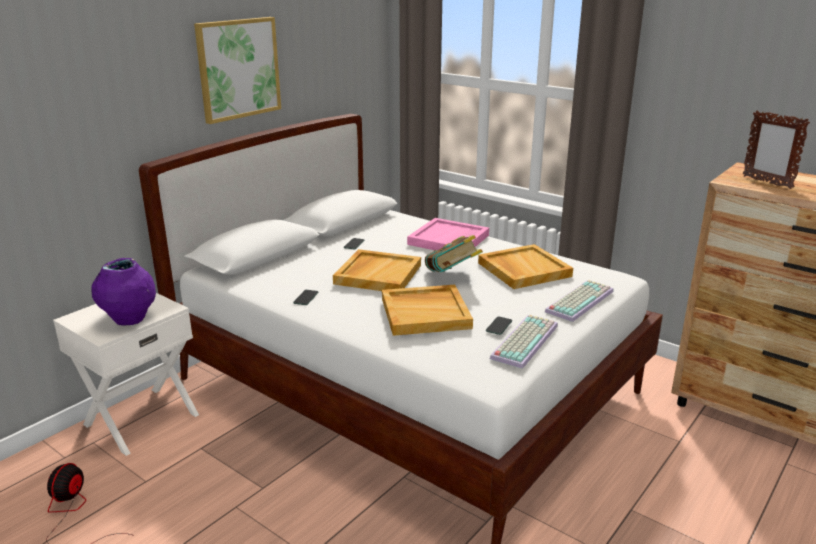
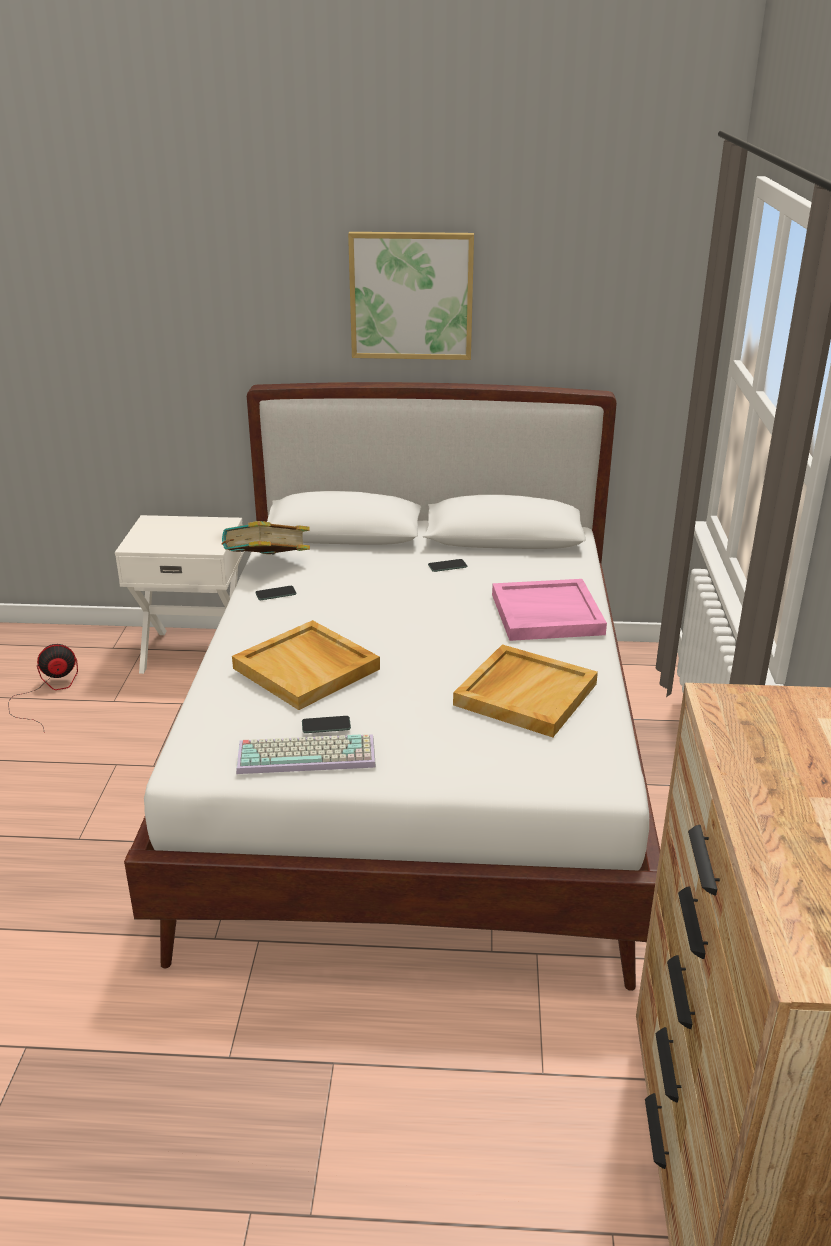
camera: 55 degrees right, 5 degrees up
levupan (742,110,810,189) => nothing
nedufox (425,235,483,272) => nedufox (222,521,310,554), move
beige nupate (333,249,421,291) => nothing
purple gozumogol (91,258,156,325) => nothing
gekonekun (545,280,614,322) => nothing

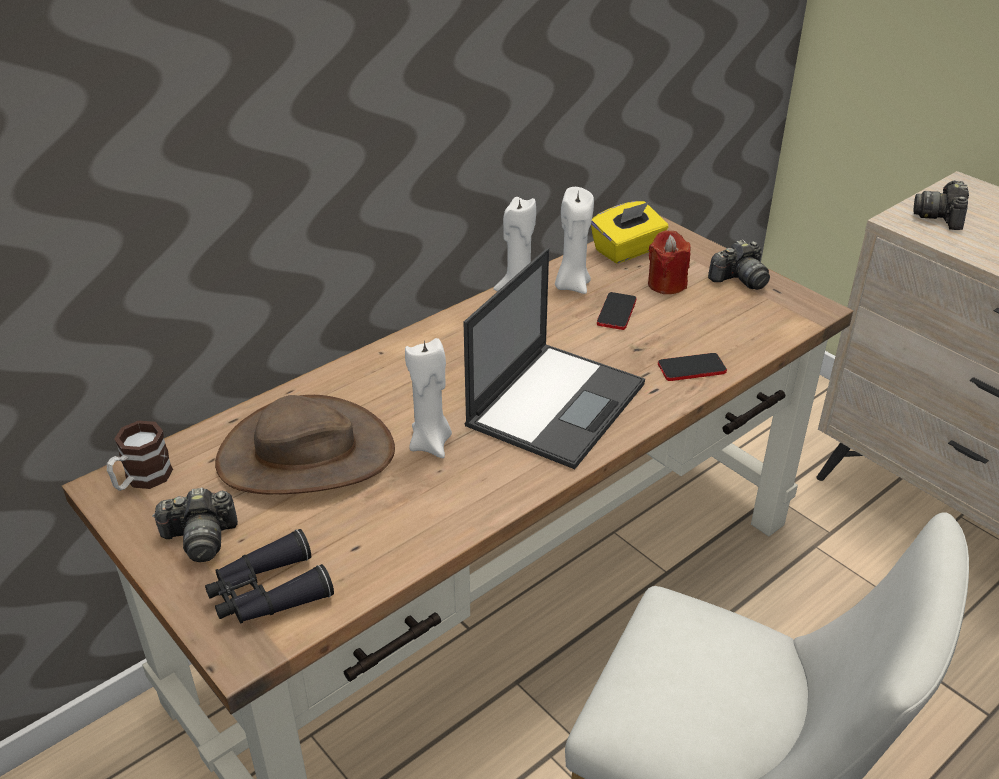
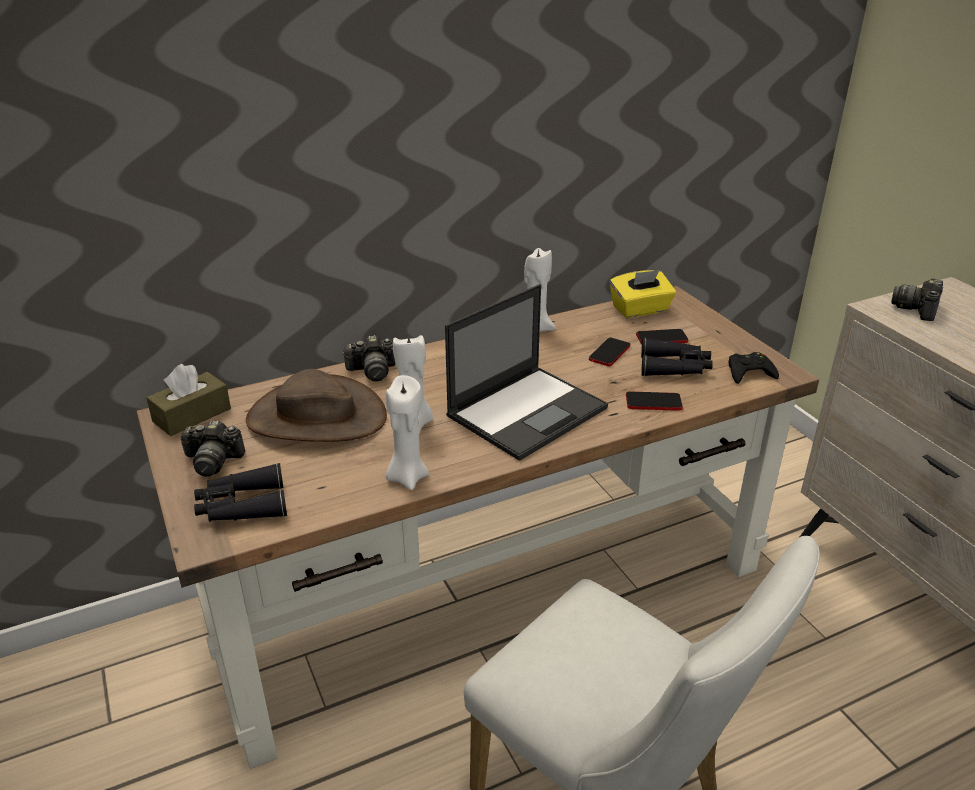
camera: 15 degrees right, 5 degrees down
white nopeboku (555,187,594,294) => white nopeboku (386,375,429,490), move
red nopeboku (648,230,690,294) => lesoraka (636,329,688,345)
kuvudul (708,240,770,290) => kuvudul (342,335,395,381), move
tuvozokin (107,420,173,491) => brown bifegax (146,364,231,436)
nothing => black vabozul (641,337,713,376)
nothing => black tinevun (729,352,779,384)

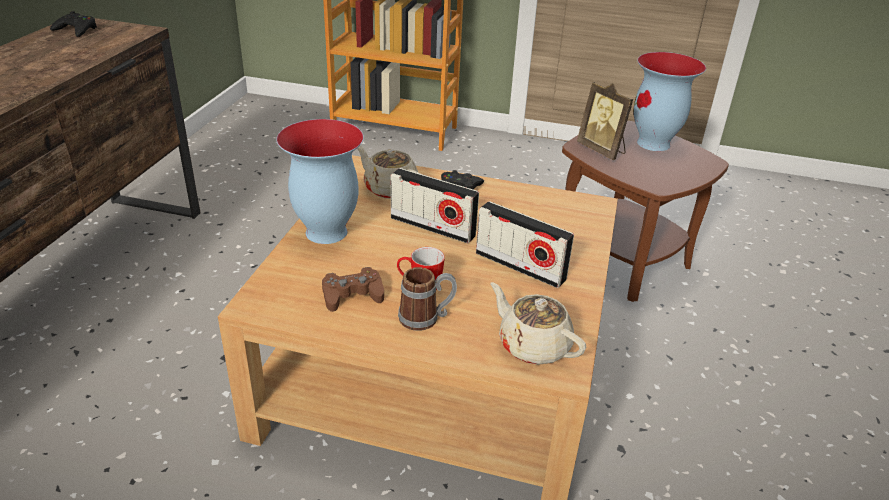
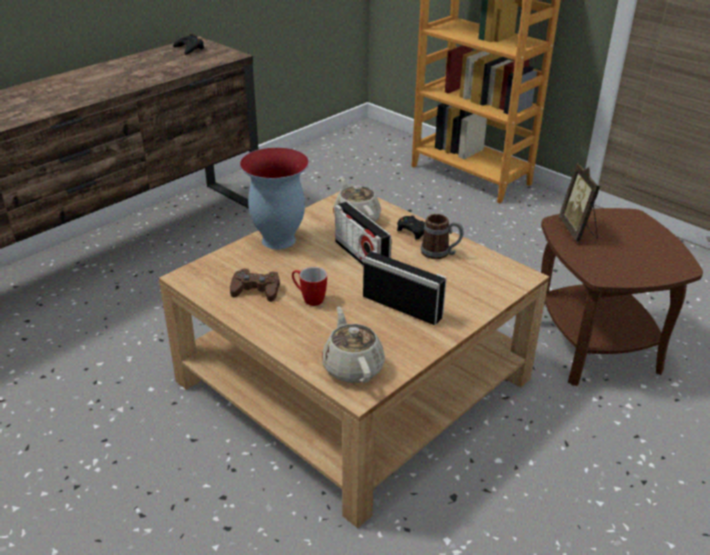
camera: 30 degrees right, 0 degrees up
gozumogol (633,52,706,151) => nothing
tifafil (476,201,574,288) => tifafil (363,250,447,325), 150 degrees clockwise
tuvozokin (398,267,457,331) => tuvozokin (421,214,464,259), move

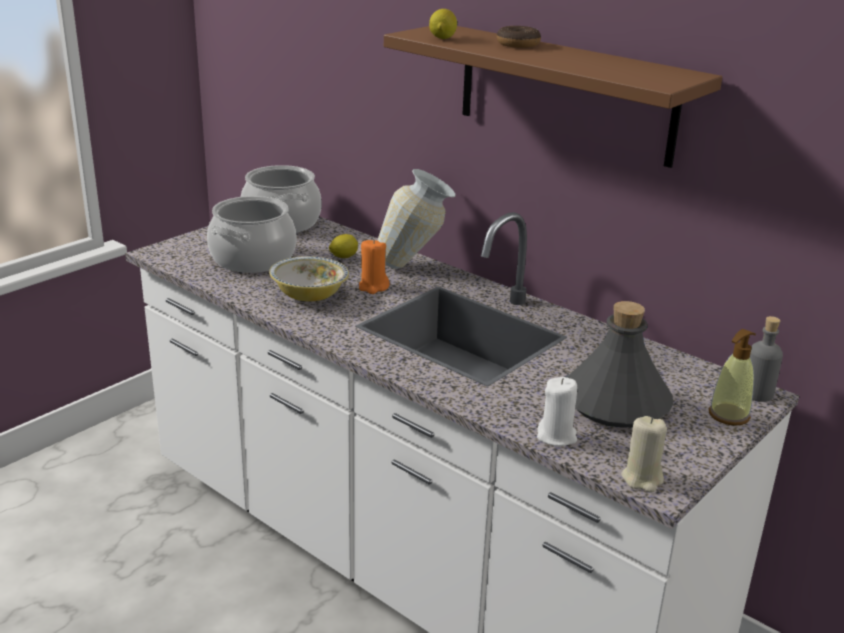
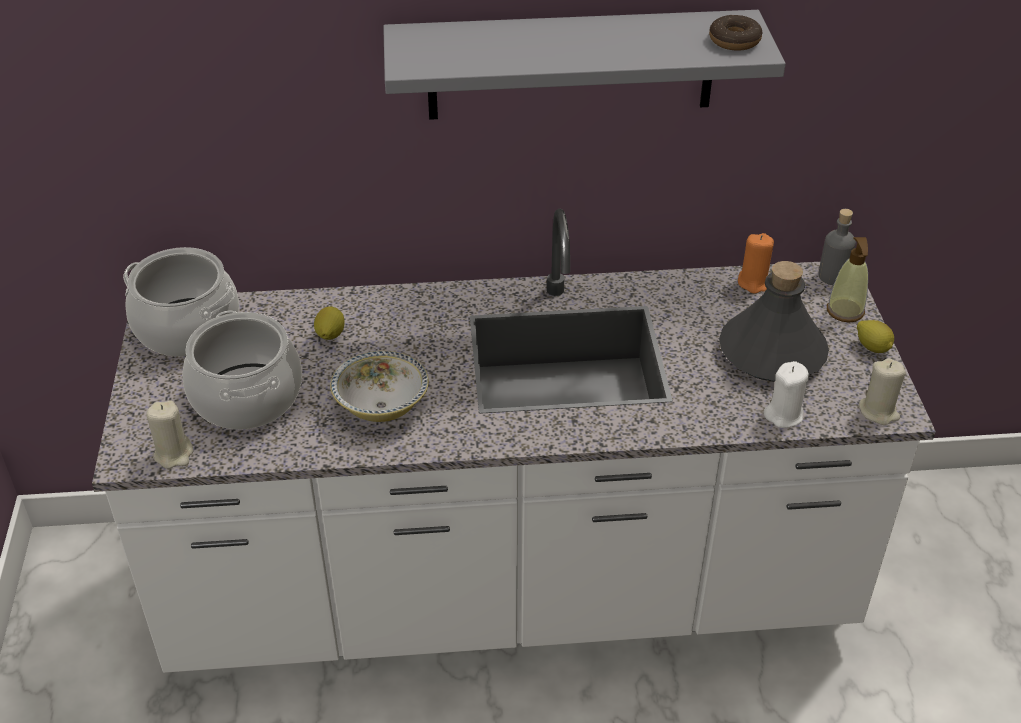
camera: 45 degrees left, 15 degrees up
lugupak (429,9,457,39) => lugupak (857,320,894,353), move
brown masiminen (384,26,722,168) => grey masiminen (383,10,786,120)
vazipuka (497,26,541,48) => vazipuka (709,14,762,51), move
gozumogol (377,169,456,269) => nothing
orange nopeboku (359,239,389,294) => orange nopeboku (738,233,774,293), move
nothing => beige nopeboku (146,400,193,469)

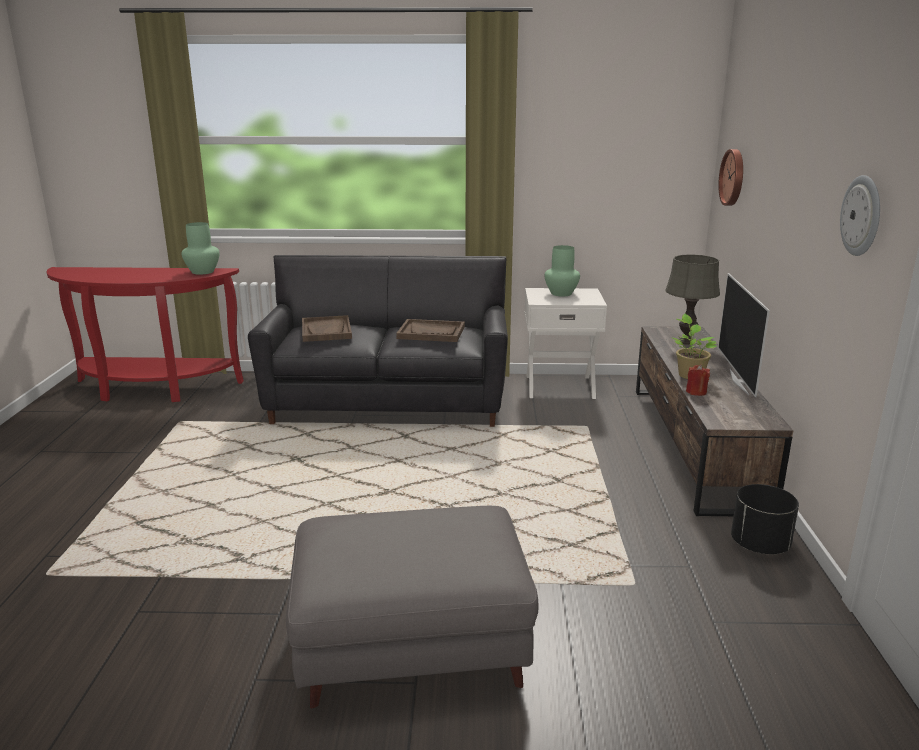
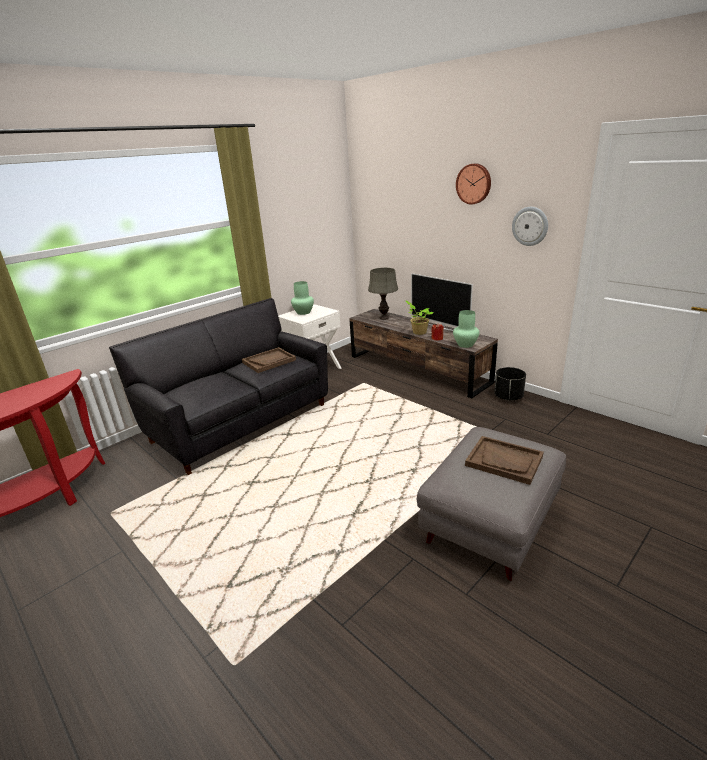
camera: 45 degrees left, 5 degrees up
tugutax (718,149,743,206) => tugutax (456,163,491,204), move
green gozumogol (182,222,220,275) => green gozumogol (453,310,480,348), move
brown nupate (302,315,352,342) => brown nupate (465,436,544,485), move

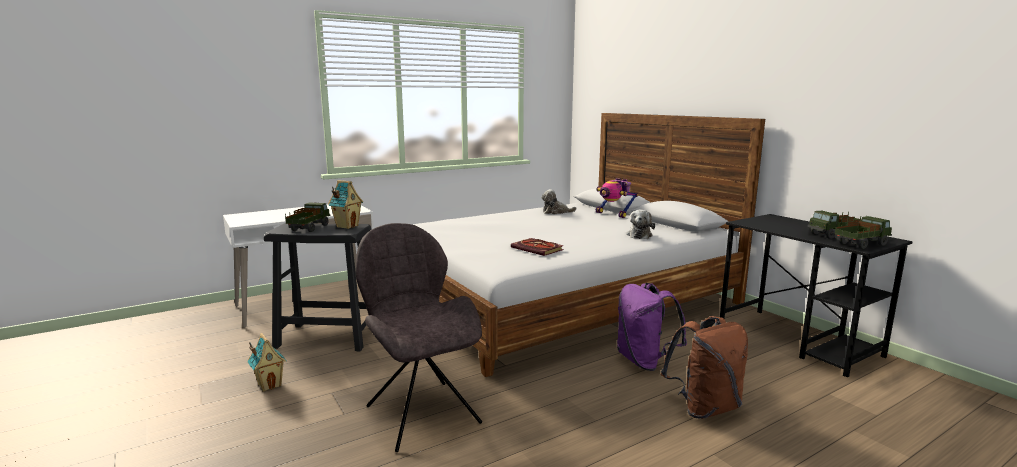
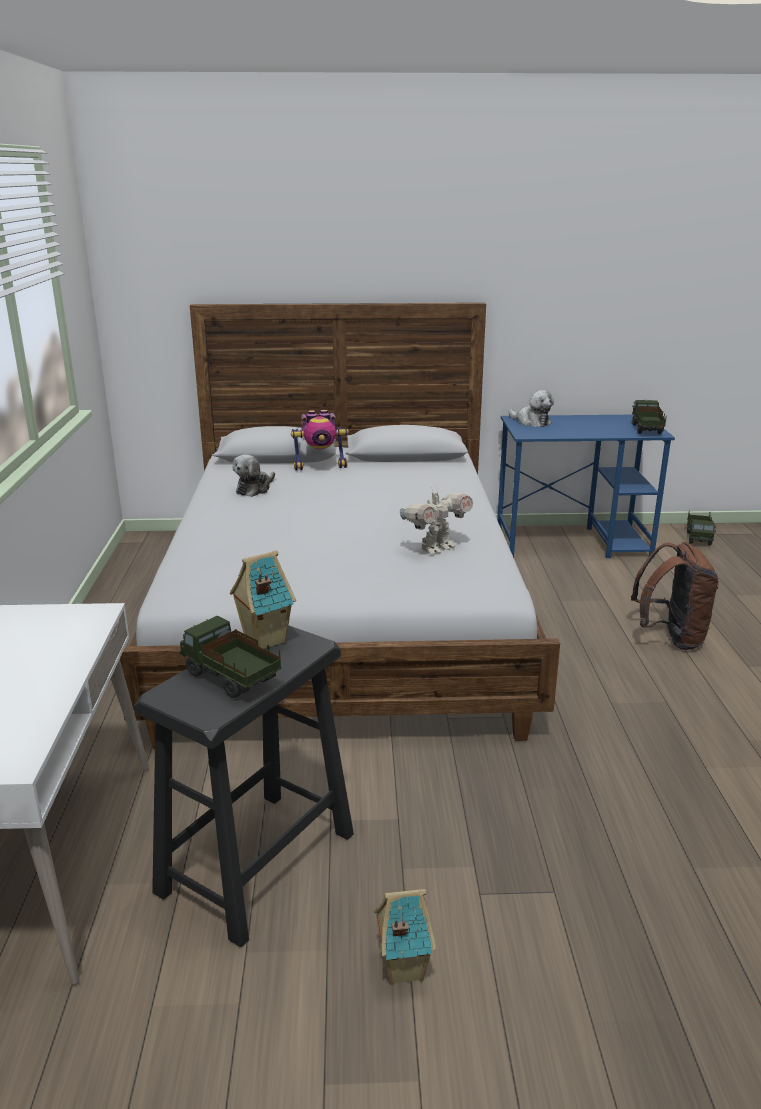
camera: 60 degrees left, 10 degrees up
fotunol (626,209,655,239) => fotunol (509,390,554,427), move
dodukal (808,211,862,239) => dodukal (687,510,716,545), move
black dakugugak (720,214,913,377) => blue dakugugak (497,415,675,558)
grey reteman (356,223,482,452) => nothing
nedufox (511,238,564,256) => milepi (400,485,473,554)
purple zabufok (617,283,687,371) => nothing

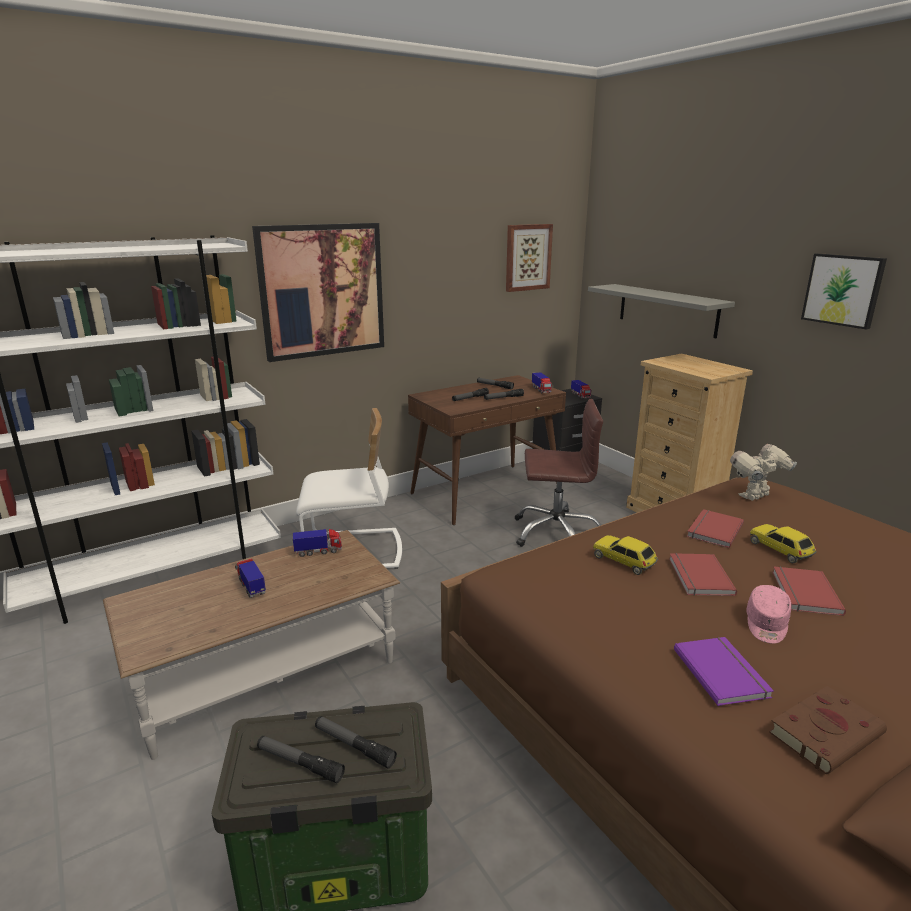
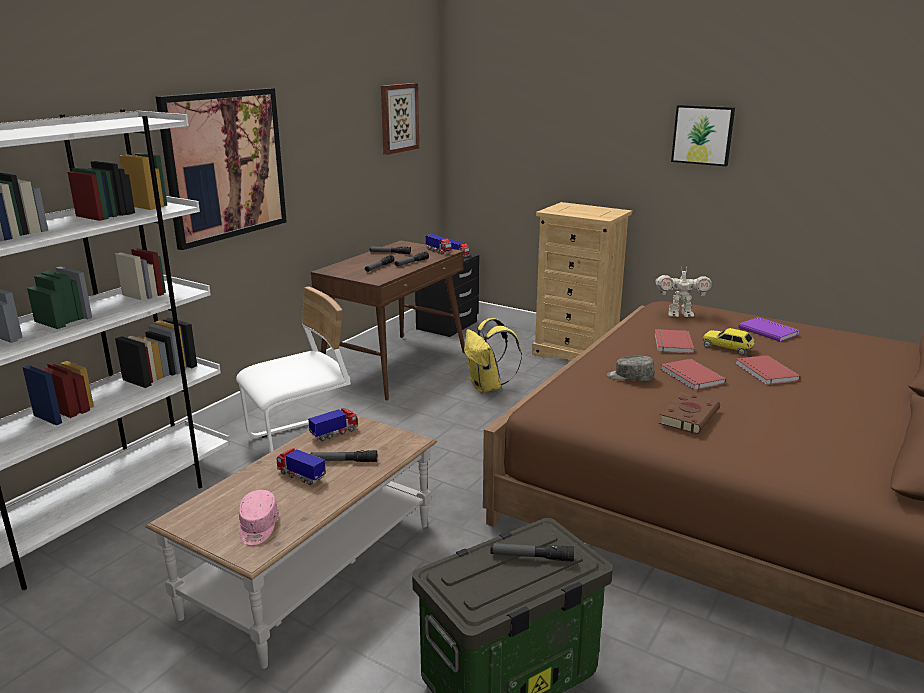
camera: 25 degrees left, 0 degrees up
grey masiminen (588,284,735,338) => nothing
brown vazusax (515,399,603,547) => yellow zabufok (464,318,522,393)
milepi (730,444,797,501) => milepi (655,266,712,317), 120 degrees counterclockwise
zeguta (593,535,658,575) => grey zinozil (607,356,655,381)
pink zinozil (747,585,791,644) => pink zinozil (239,490,279,546), move
purple nedufox (674,637,774,706) => purple nedufox (739,317,800,342), move
brown nedufox (769,686,887,774) => brown nedufox (659,392,720,434), move
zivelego (257,736,345,783) => zivelego (310,450,377,462), move

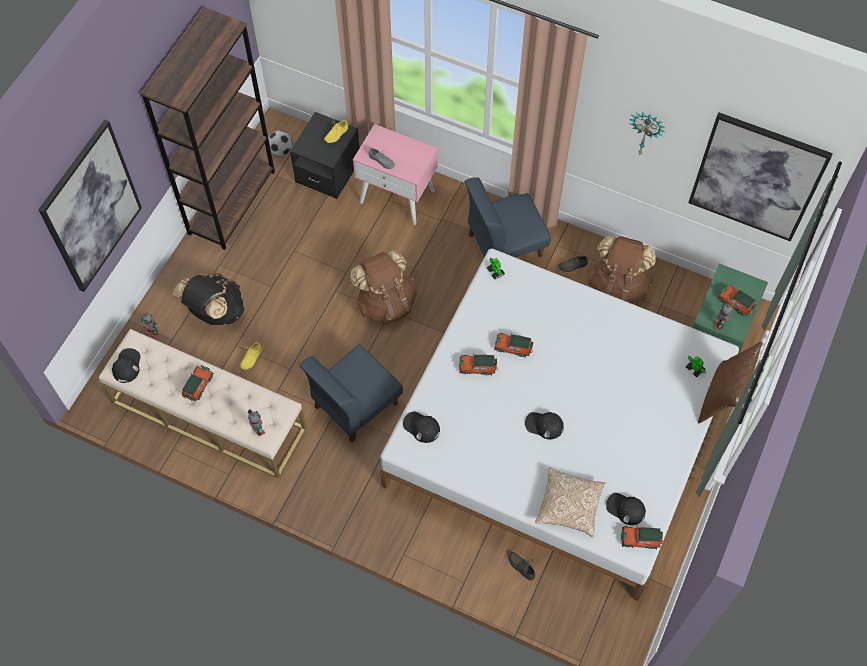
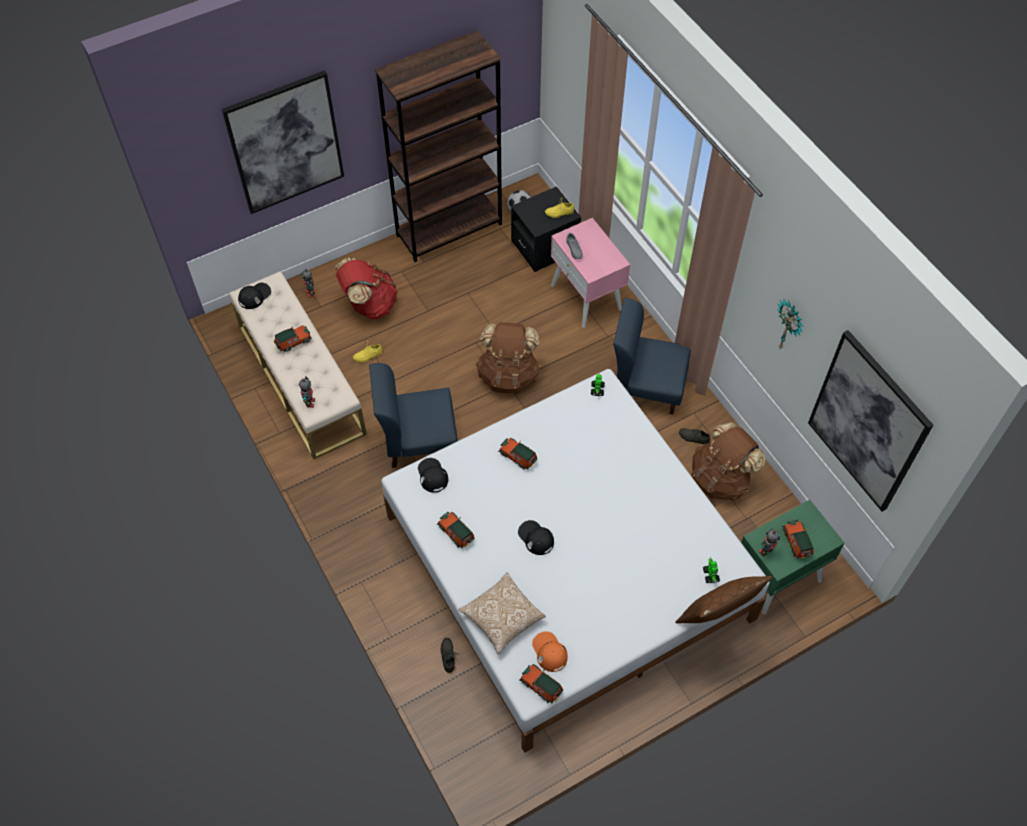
camera: 35 degrees right, 5 degrees down
black zabufok (173,273,244,325) => red zabufok (335,258,398,319)
zeguta (494,332,533,358) => zeguta (437,512,475,548), move
black zinozil (606,493,646,525) => orange zinozil (532,631,568,672)

